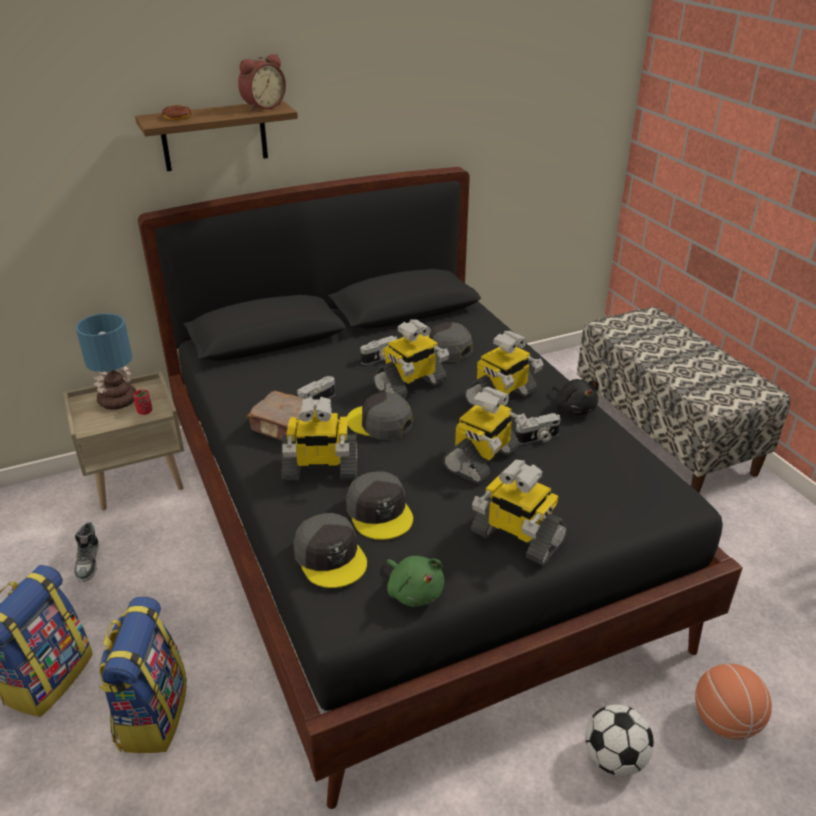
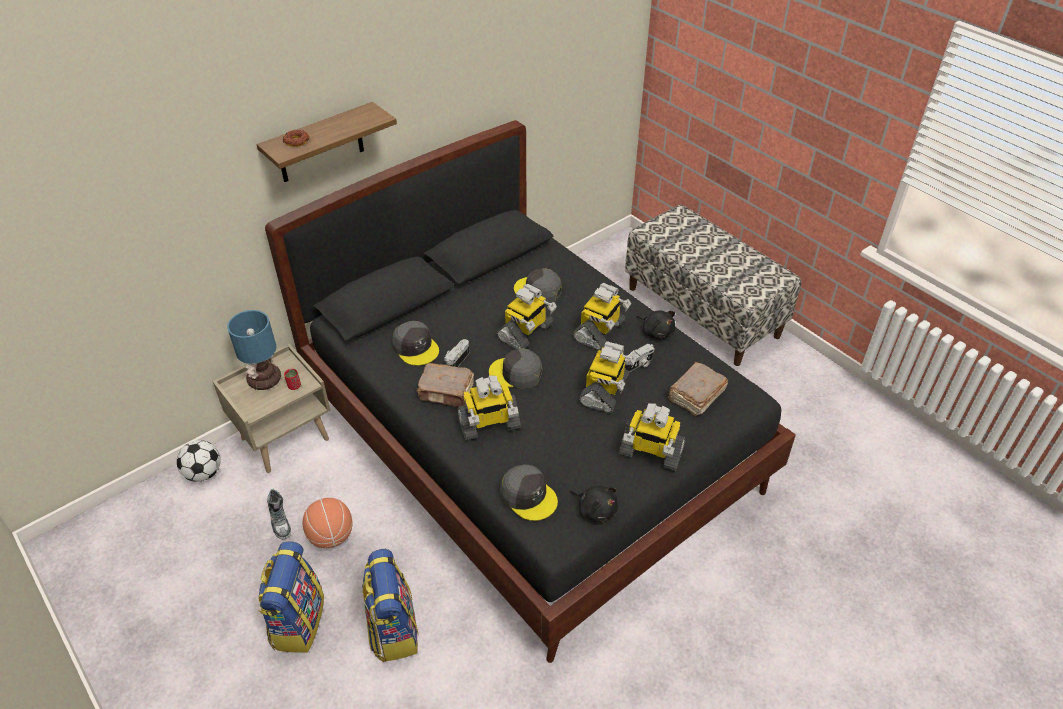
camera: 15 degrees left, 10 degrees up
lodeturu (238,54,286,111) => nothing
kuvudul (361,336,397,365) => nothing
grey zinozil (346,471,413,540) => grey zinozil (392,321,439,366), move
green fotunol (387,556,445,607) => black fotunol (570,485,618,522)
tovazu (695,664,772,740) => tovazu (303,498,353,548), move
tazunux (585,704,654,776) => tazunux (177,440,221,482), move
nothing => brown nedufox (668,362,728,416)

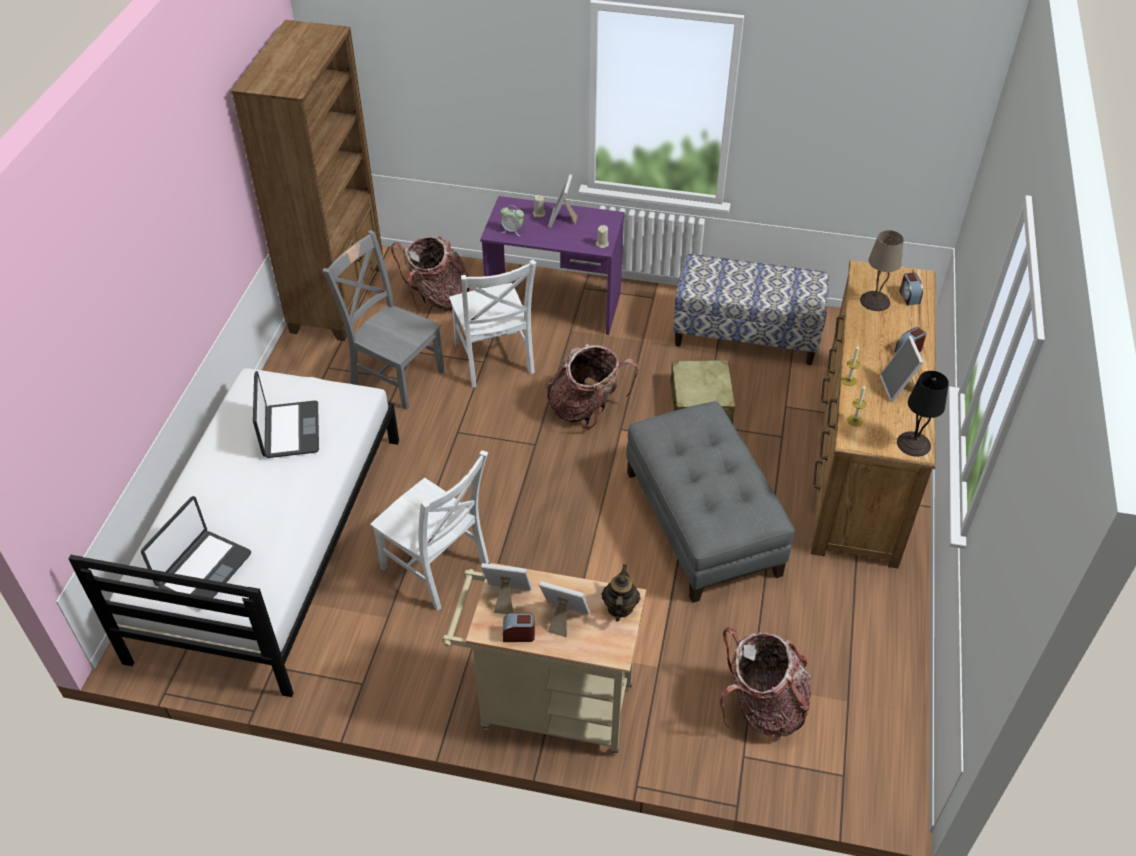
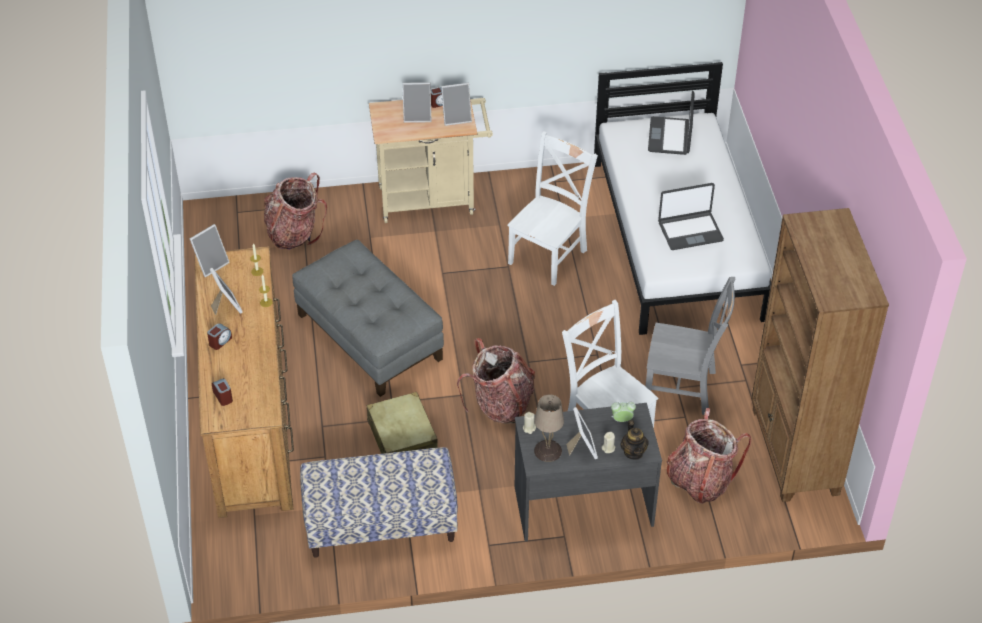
camera: 160 degrees right, 0 degrees up
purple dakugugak (480,196,624,335) => grey dakugugak (515,403,662,542)
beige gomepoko (860,230,904,311) => beige gomepoko (534,395,564,462), move
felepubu (253,371,319,458) => felepubu (658,183,724,250), 75 degrees counterclockwise
black gomepoko (897,371,949,457) => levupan (190,224,230,277)
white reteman (370,450,489,611) => white reteman (507,131,598,286), 105 degrees clockwise
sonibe (602,564,640,622) => sonibe (620,420,649,460), move

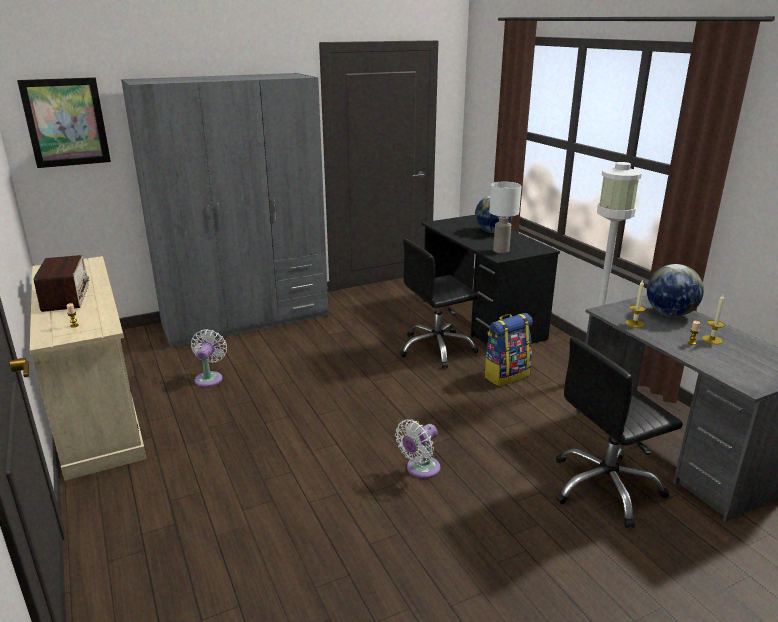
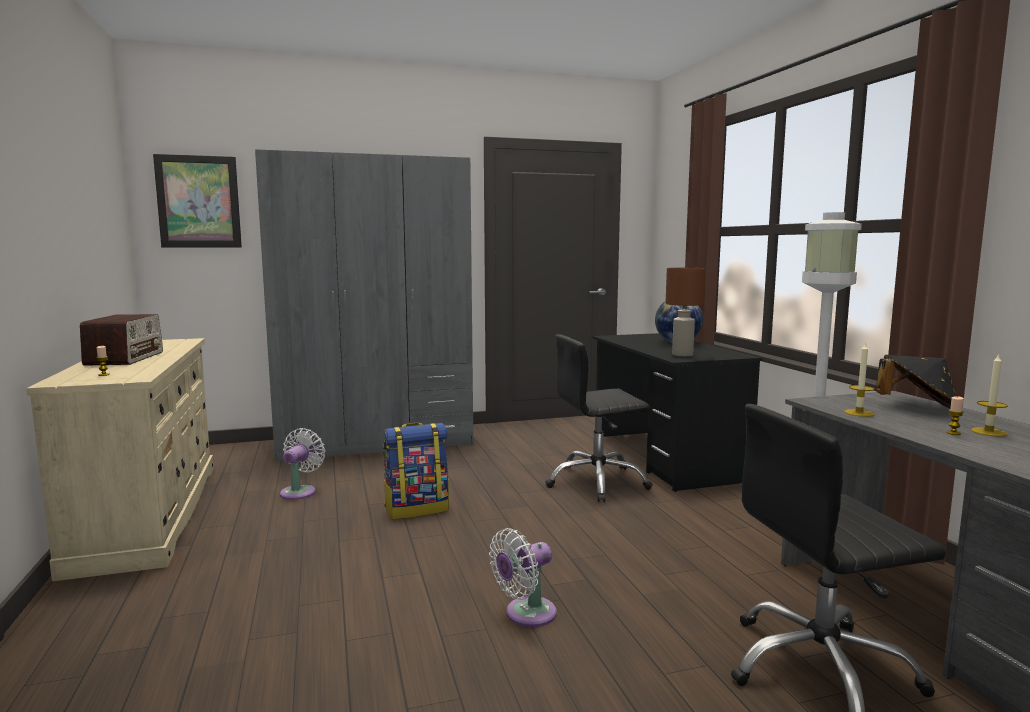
camera: 10 degrees right, 15 degrees down
white gomepoko (489,182,522,254) => brown gomepoko (665,268,706,357)
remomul (647,264,704,317) => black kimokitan (876,355,956,409)
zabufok (484,313,533,386) => zabufok (383,422,449,519), move

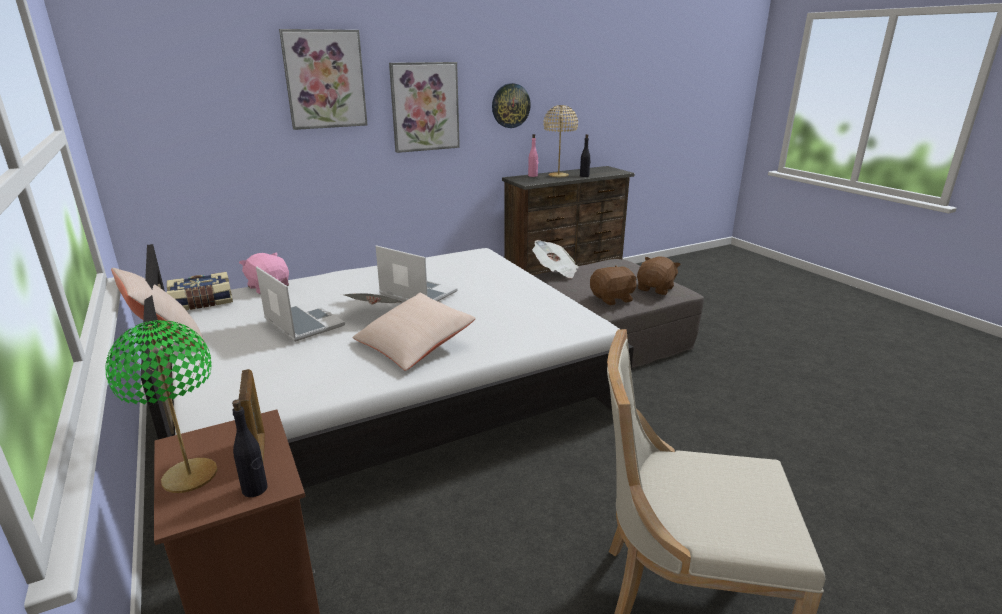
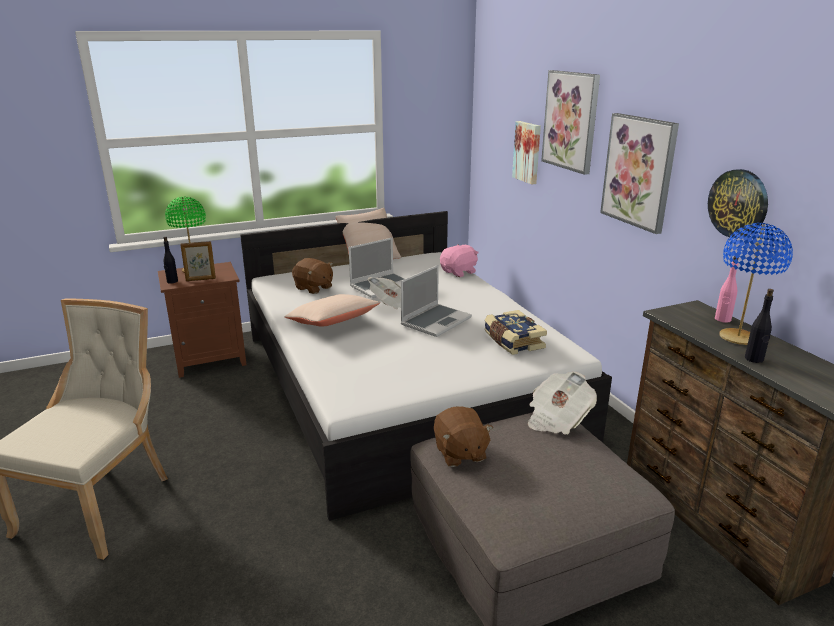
camera: 95 degrees right, 0 degrees up
beige gomepoko (543,105,578,177) => blue gomepoko (720,223,793,345)
brown fotunol (637,256,681,295) => brown fotunol (292,258,333,294), move
nedufox (167,272,233,310) => nedufox (484,310,547,355), move
nothing => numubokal (512,121,541,185)

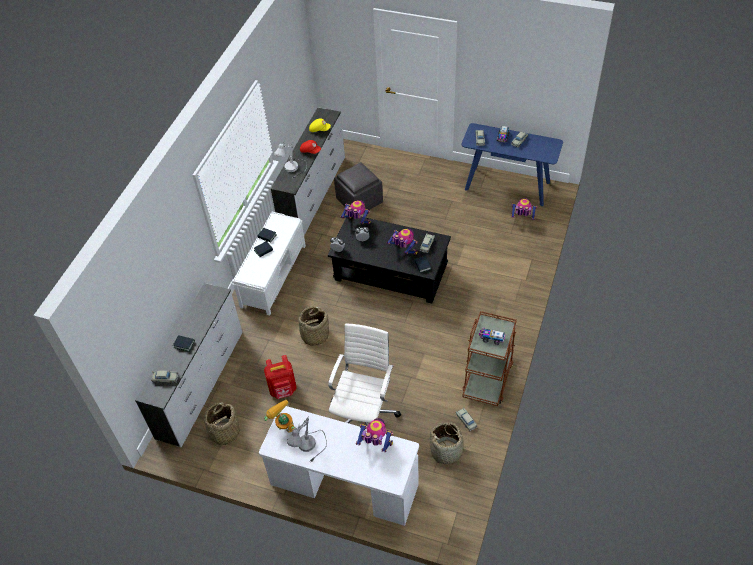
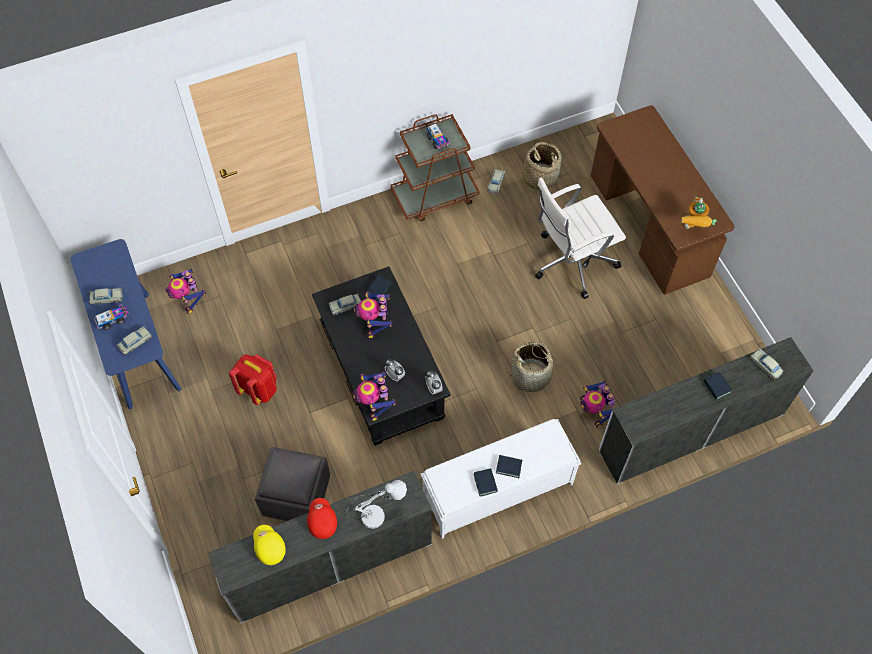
camera: 135 degrees left, 10 degrees up
red zabufok (264,355,297,399) => red zabufok (229,354,277,405), move
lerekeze (204,402,239,447) => nothing
white dakugugak (259,406,419,526) => brown dakugugak (591,105,735,295)
grey gomepoko (287,417,327,462) => nothing
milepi (356,418,393,452) => milepi (580,381,618,428), move

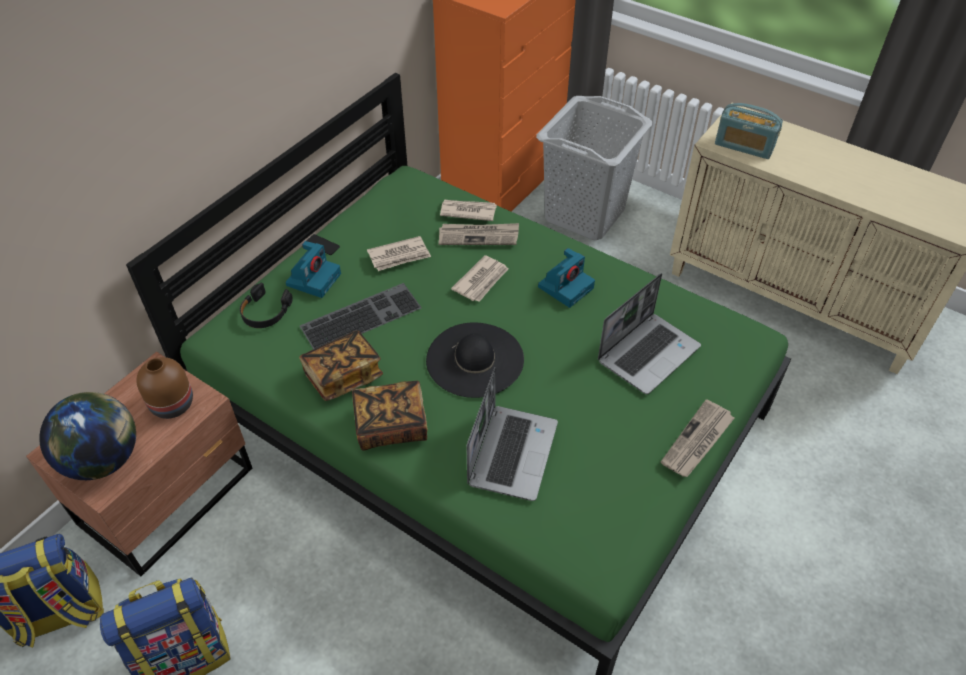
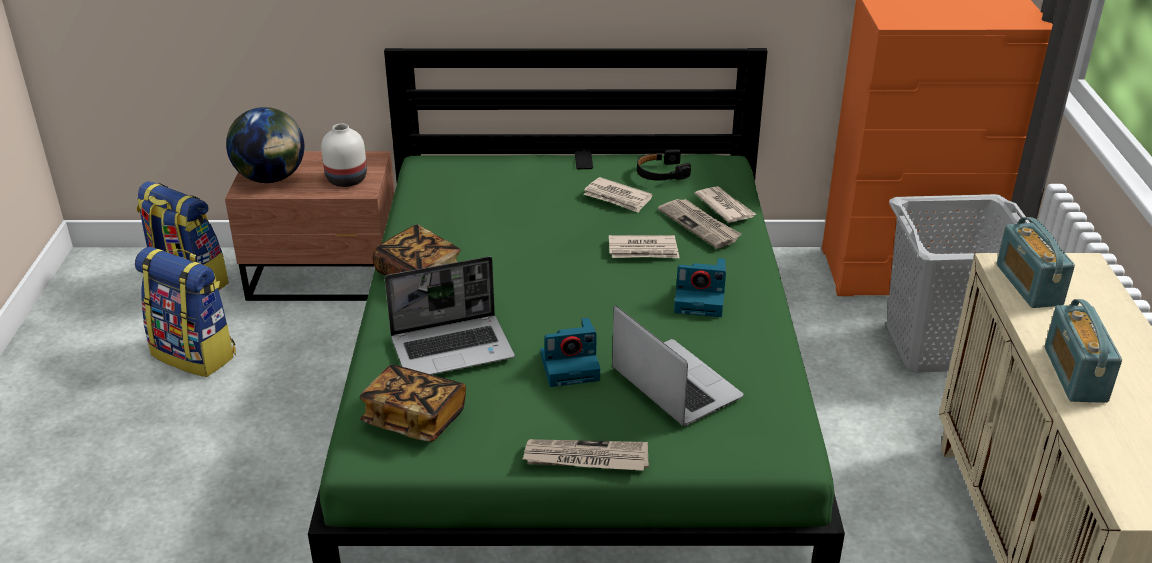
camera: 55 degrees right, 15 degrees down
kuvudul (286,241,341,298) => kuvudul (540,318,600,387), move
felepubu (598,273,701,394) => felepubu (612,306,744,426), 135 degrees counterclockwise
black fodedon (240,283,293,328) => black fodedon (637,149,691,181), move
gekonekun (300,283,422,350) => nothing
black kimokitan (426,322,524,398) => nothing
nedufox (299,331,383,401) => nedufox (359,365,466,442), move
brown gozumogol (136,357,193,419) => white gozumogol (321,124,367,187)
nothing => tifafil (1045,299,1122,403)

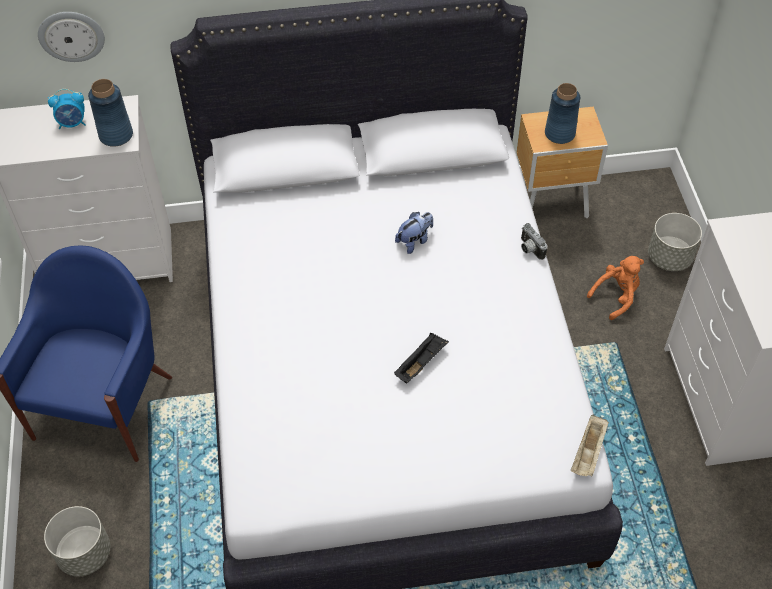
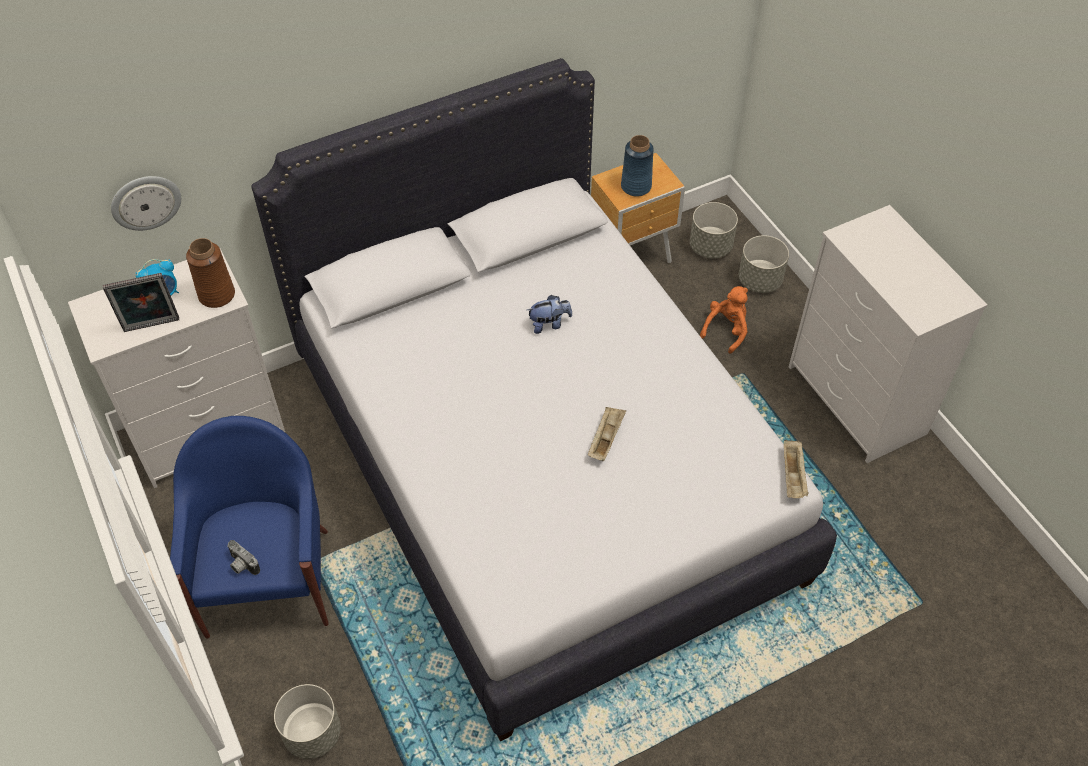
camera: 20 degrees left, 0 degrees up
blue gozumogol (88,79,133,147) => brown gozumogol (186,238,235,308)
fotunol (395,212,433,254) => fotunol (527,295,572,334), 45 degrees clockwise
kuvudul (521,223,548,260) => kuvudul (227,540,260,575), move
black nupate (394,333,449,384) => beige nupate (588,407,626,461)
nothing => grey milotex (690,202,738,258)
nothing => levupan (103,273,179,332)

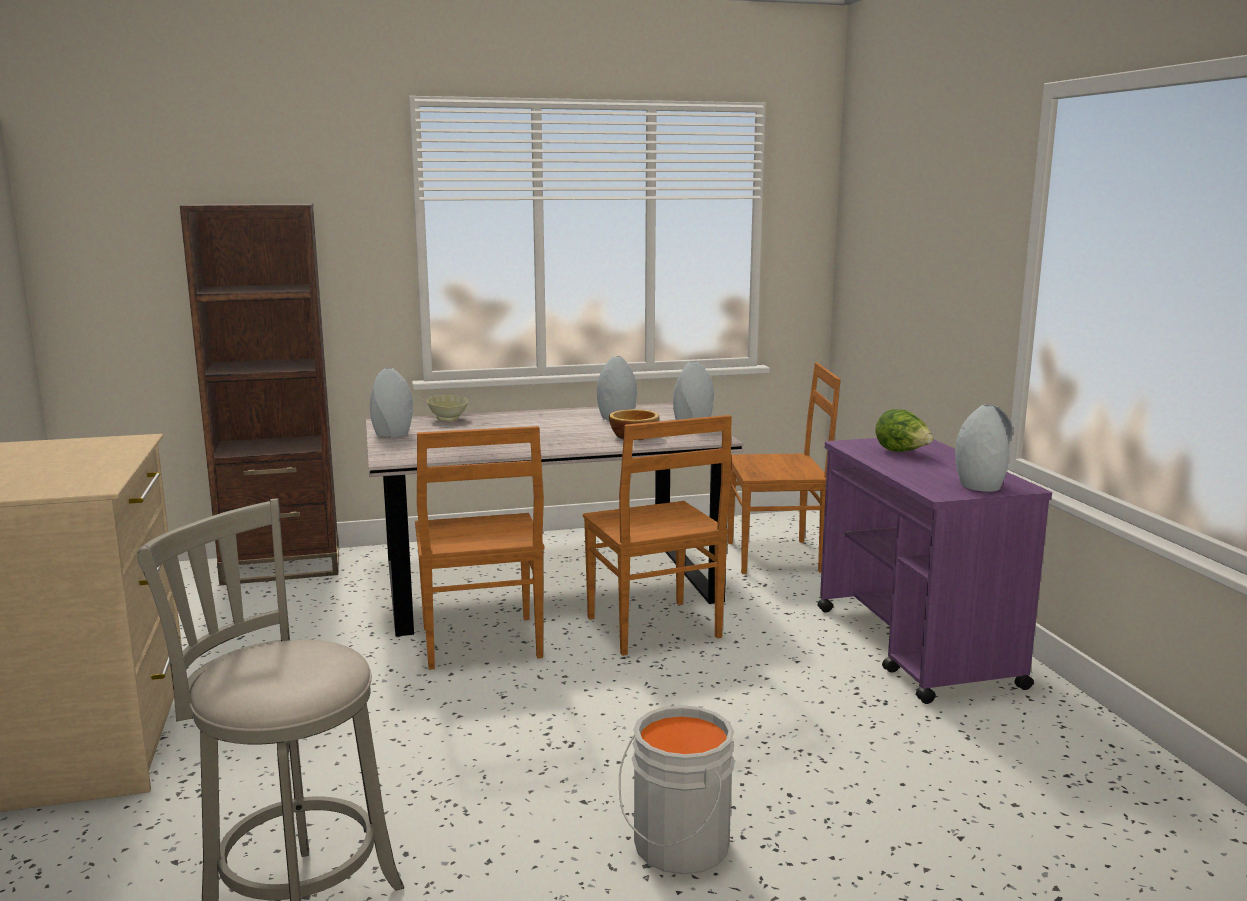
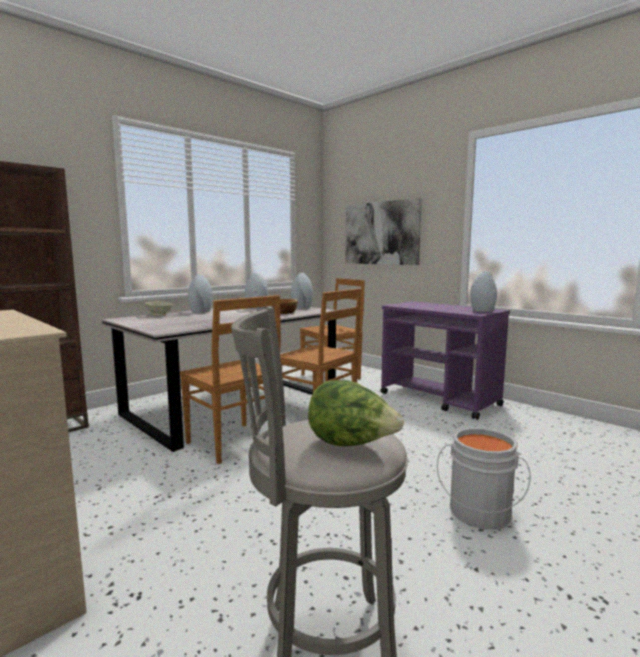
camera: 30 degrees left, 5 degrees down
grey gozumogol (370,368,413,438) => grey gozumogol (188,274,212,313), move
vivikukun (875,409,934,452) => vivikukun (308,380,404,446), move
nothing => numubokal (346,198,422,265)

